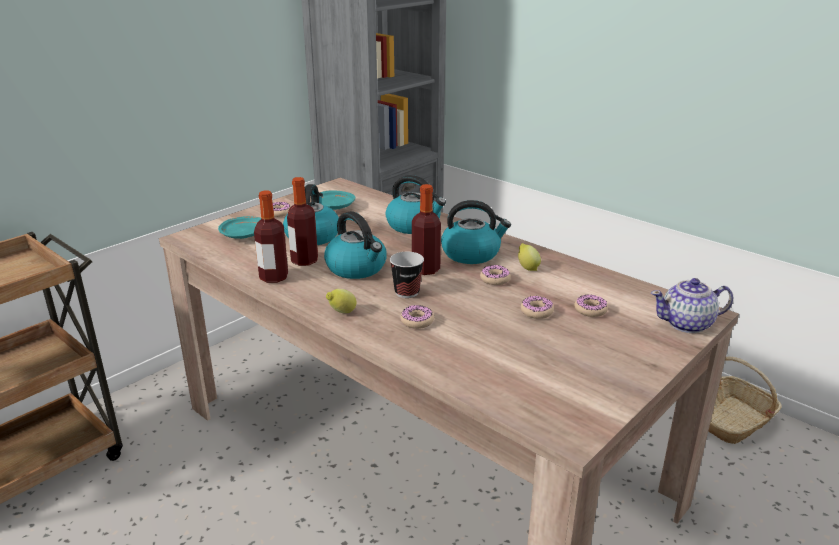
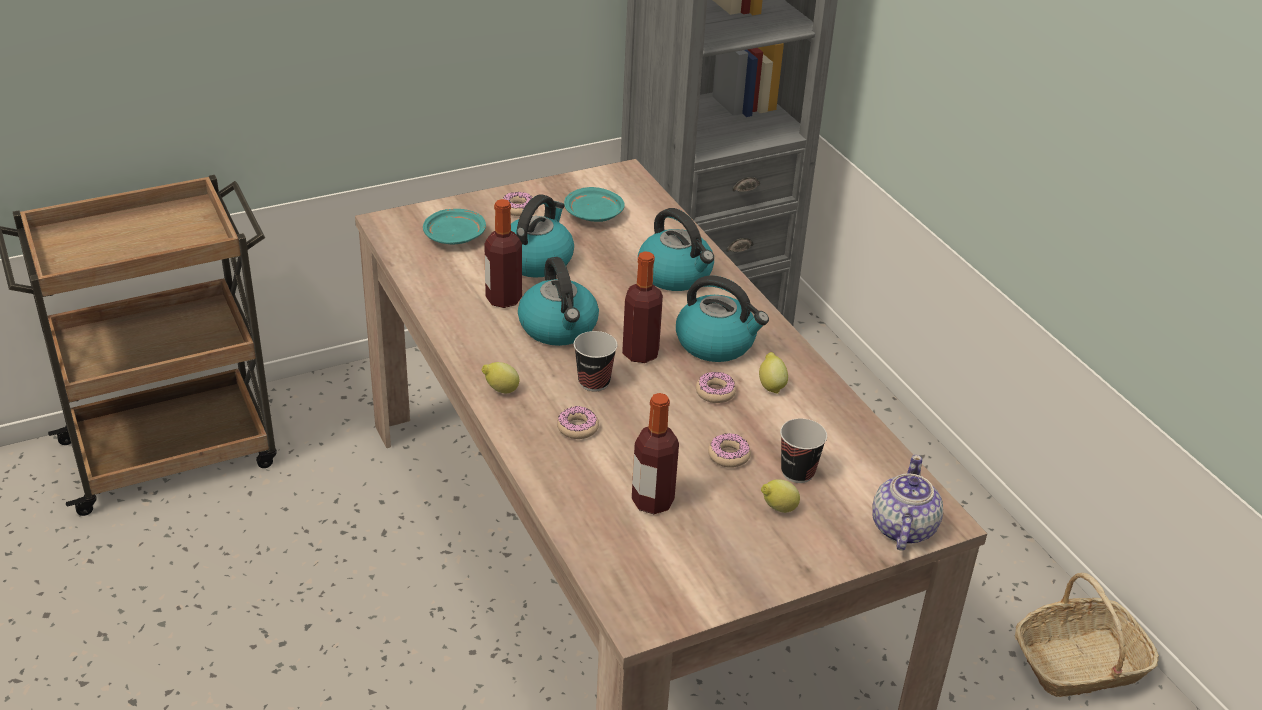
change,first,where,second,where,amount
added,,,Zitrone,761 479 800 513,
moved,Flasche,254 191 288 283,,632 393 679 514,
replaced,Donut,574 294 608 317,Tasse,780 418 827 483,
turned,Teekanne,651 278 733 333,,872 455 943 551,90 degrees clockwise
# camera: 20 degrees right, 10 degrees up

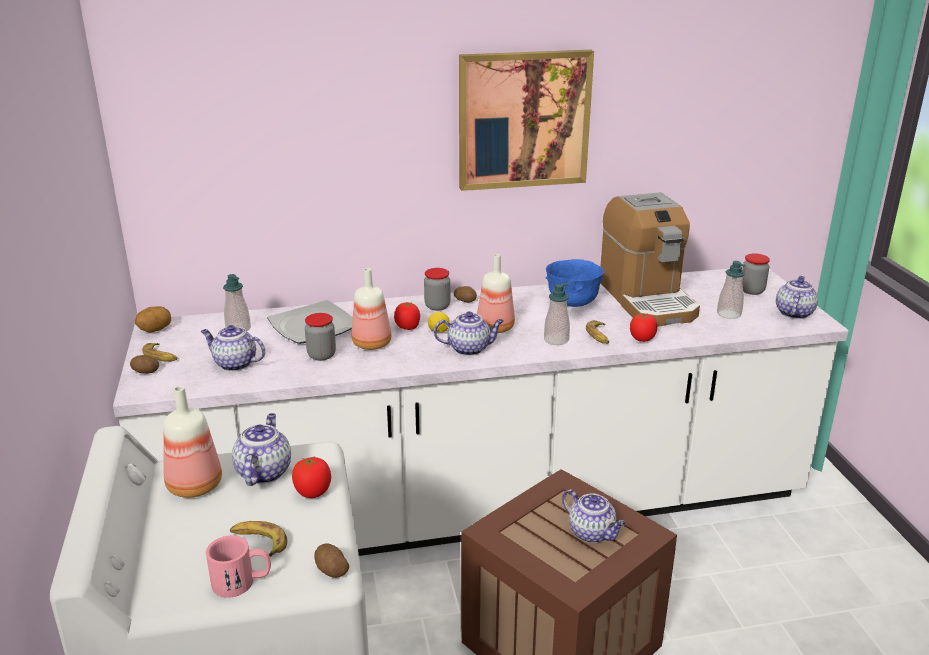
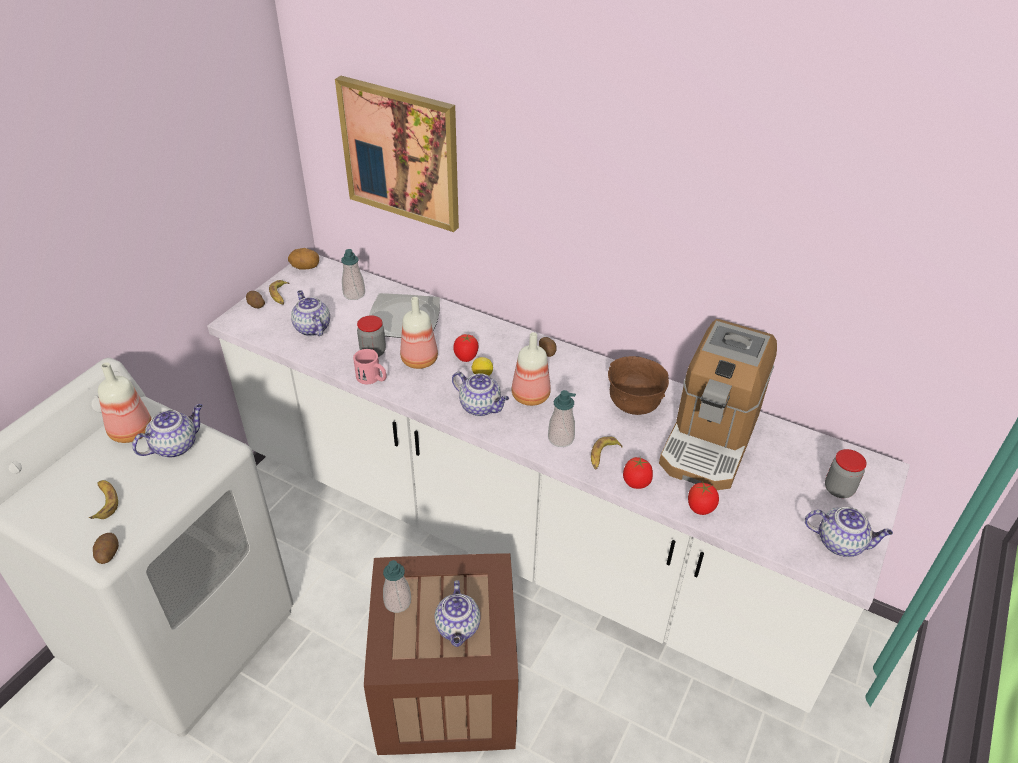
change,first,where,second,where,amount
removed,Vorratsglas,424 268 450 311,,,
moved,Henkelbecher [rosa],206 535 271 598,,353 349 387 384,
moved,Tomate,292 456 331 498,,688 481 719 515,
moved,Bild,459 50 594 191,,335 76 459 232,
moved,Seifenspender,717 261 745 319,,383 560 411 613,
recoloured,Schüssel [blau],546 259 604 307,Schüssel [braun],608 356 669 415,
turned,Teekanne,776 276 818 319,,805 507 893 557,45 degrees clockwise
# camera: 40 degrees right, 15 degrees up

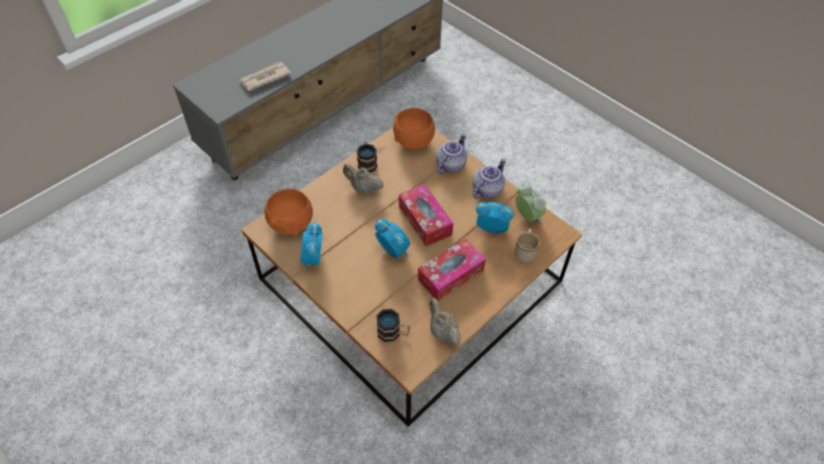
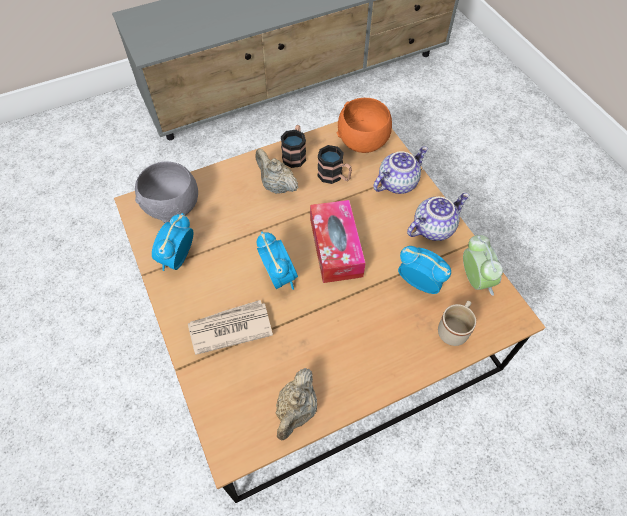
change,first,where,second,where,amount
removed,Taschentuchbox,418 239 486 301,,,
moved,Zeitung,239 62 292 91,,188 300 273 355,
moved,Henkelbecher,377 309 410 342,,317 145 352 184,
recoloured,Schüssel [orange],265 189 313 236,Schüssel [grau],135 162 198 223,
turned,Teekanne [beige],429 298 461 344,,276 368 317 440,150 degrees counterclockwise
# camera: 20 degrees right, 5 degrees up

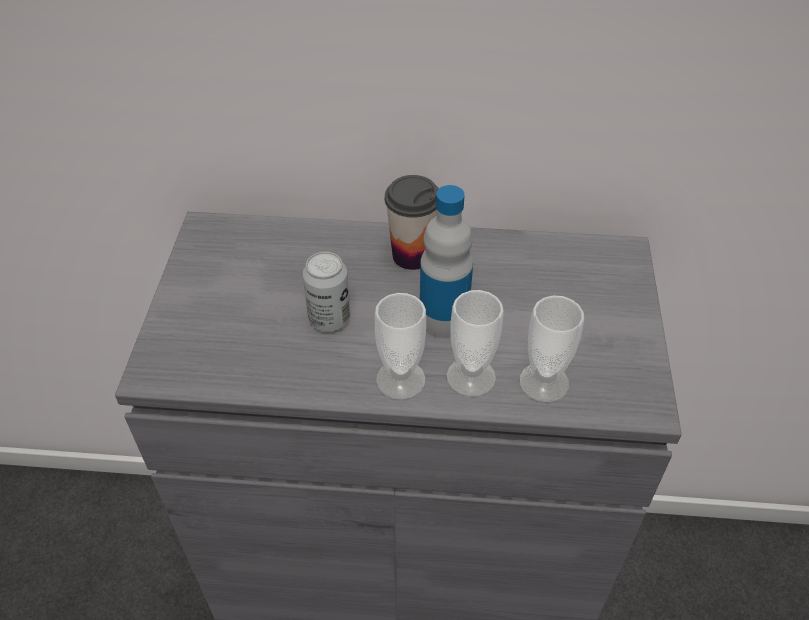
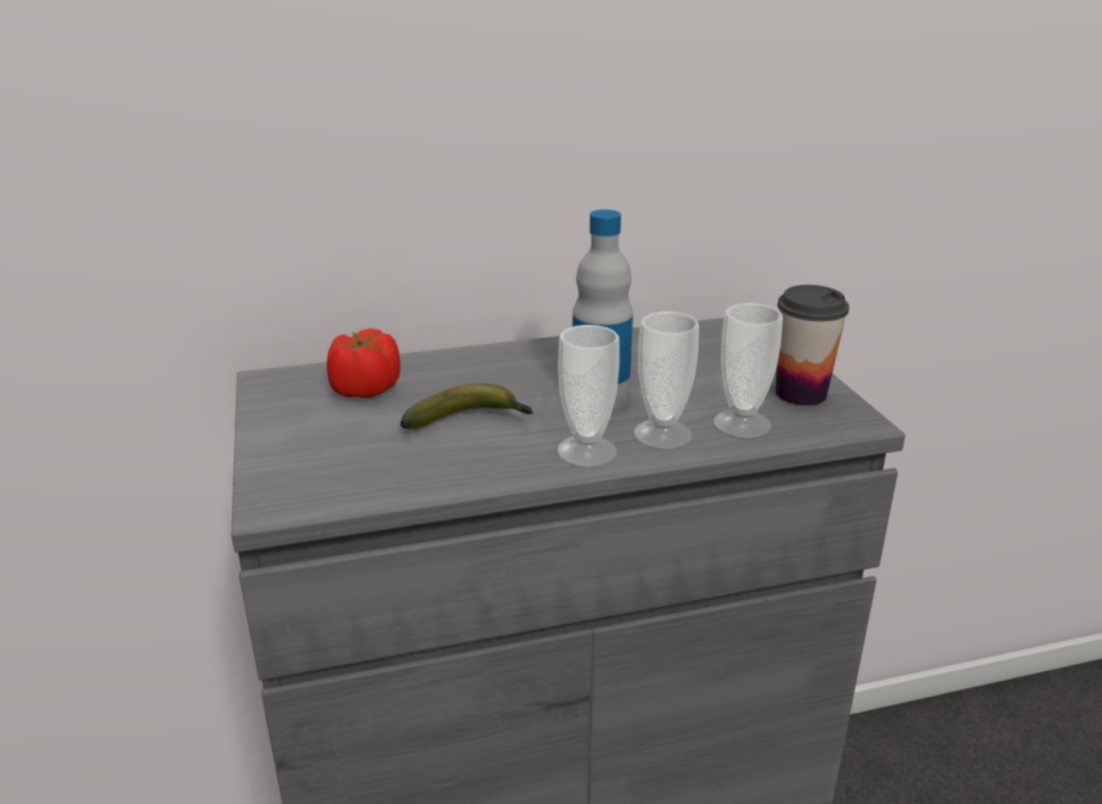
change,first,where,second,where,amount
added,,,Tomate,327 328 400 398,
moved,Tasse,385 175 439 270,,776 285 849 406,
replaced,Dose,303 252 350 332,Banane,400 383 534 429,
# camera: 20 degrees left, 20 degrees down

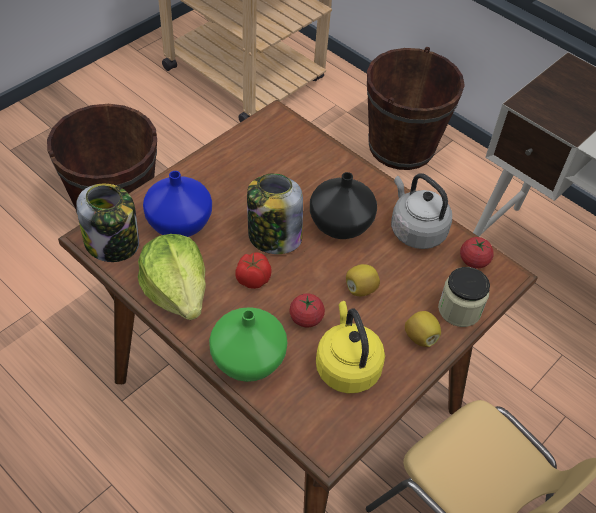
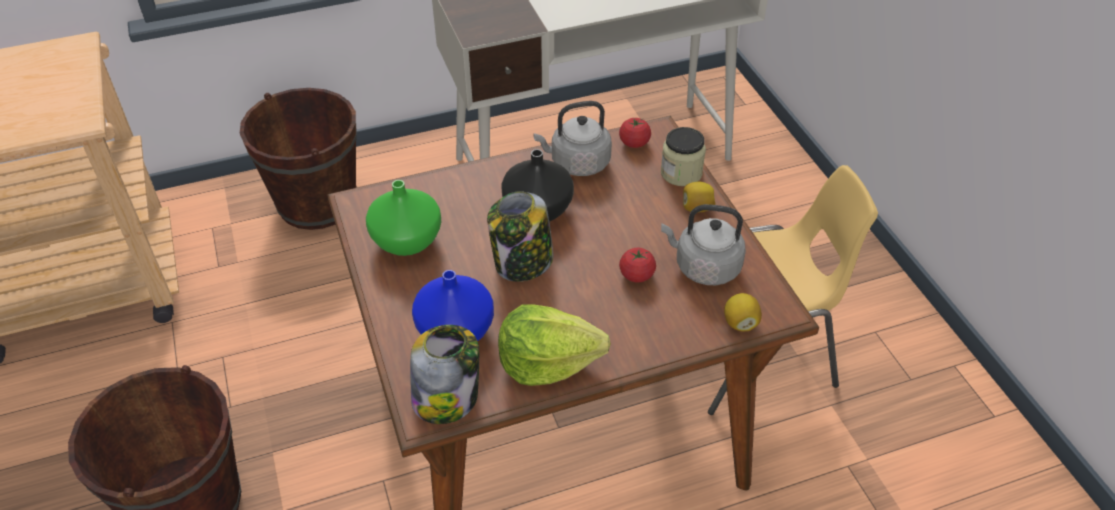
change,first,where,second,where,amount
removed,Tomate,235 252 272 289,,,
moved,Vase [grün],209 307 288 382,,366 180 441 256,
moved,Zitrone,346 264 380 296,,724 293 762 332,
recoloured,Wasserkessel [gelb],316 301 385 393,Wasserkessel [grau],661 204 746 285,
# camera: 60 degrees left, 5 degrees down

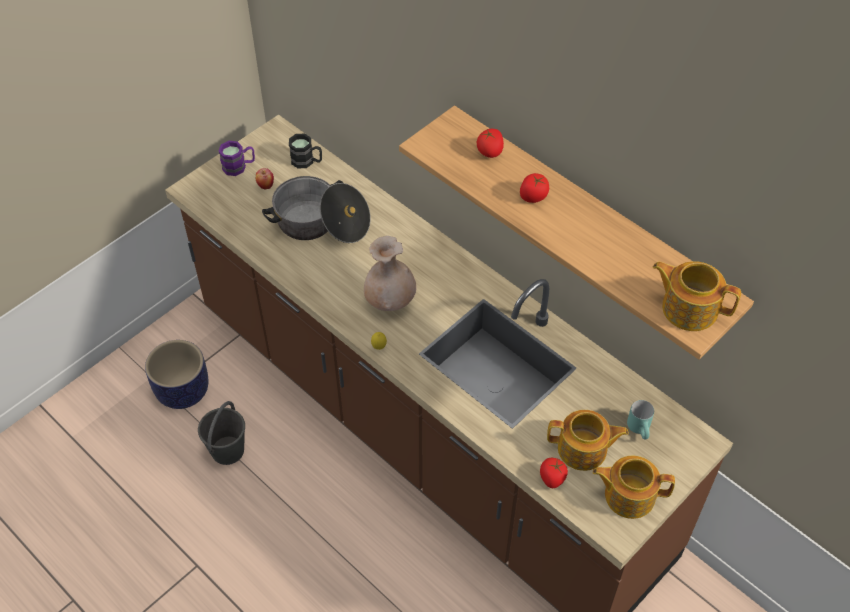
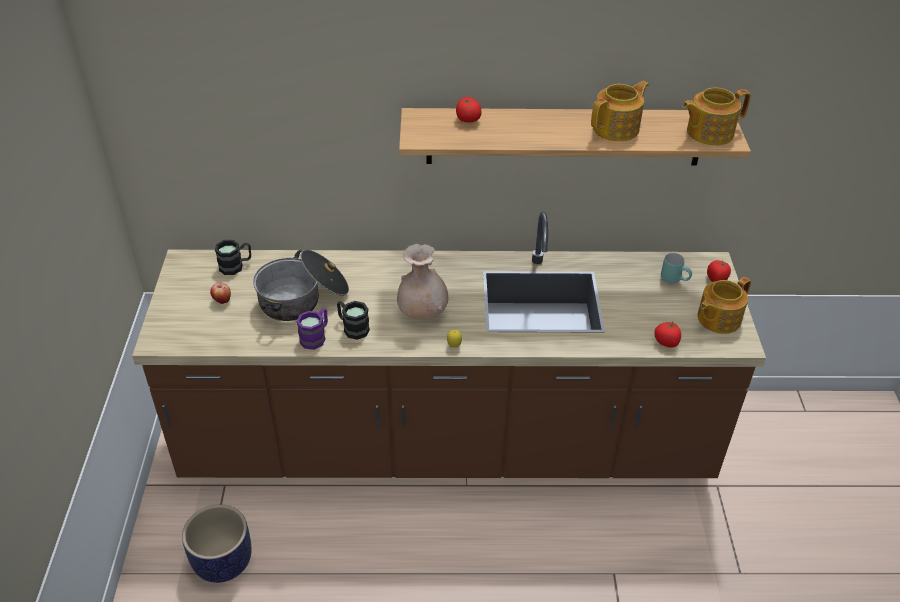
change,first,where,second,where,amount
removed,Eimer [grau],198 401 245 465,,,
added,,,Henkelbecher [schwarz],337 301 370 340,
moved,Henkelbecher [lila],218 141 255 176,,297 308 328 350,
moved,Tomate,520 173 549 203,,707 260 731 282,
moved,Teekanne,547 410 629 471,,591 81 649 141,
# camera: 45 degrees left, 10 degrees down

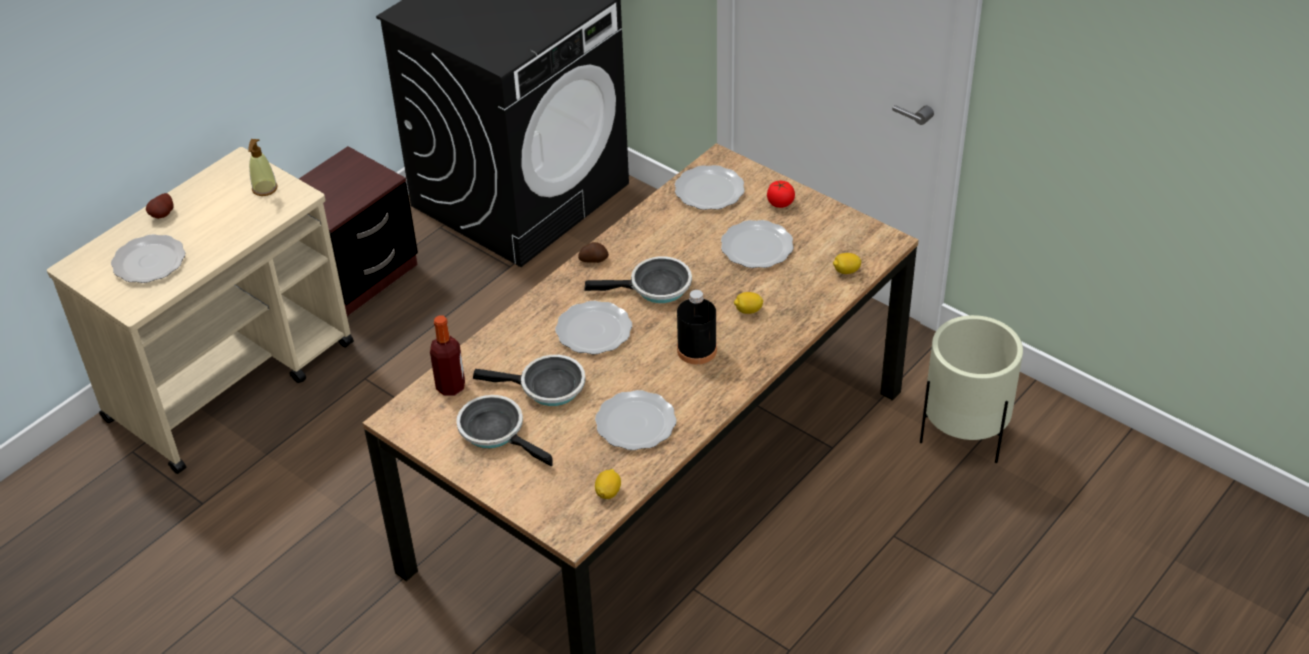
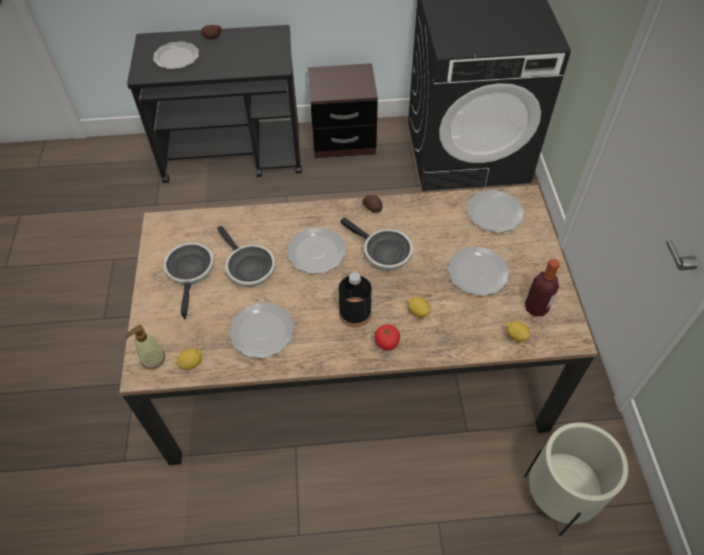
change,first,where,second,where,amount
moved,Seifenspender,248 139 278 196,,124 325 165 369,
moved,Flasche,430 315 465 396,,525 259 560 316,
moved,Tomate,767 181 795 208,,375 324 400 351,
recoloured,Rollwagen [beige],47 147 354 474,Rollwagen [schwarz],127 25 302 183,
# camera: 45 degrees right, 10 degrees up

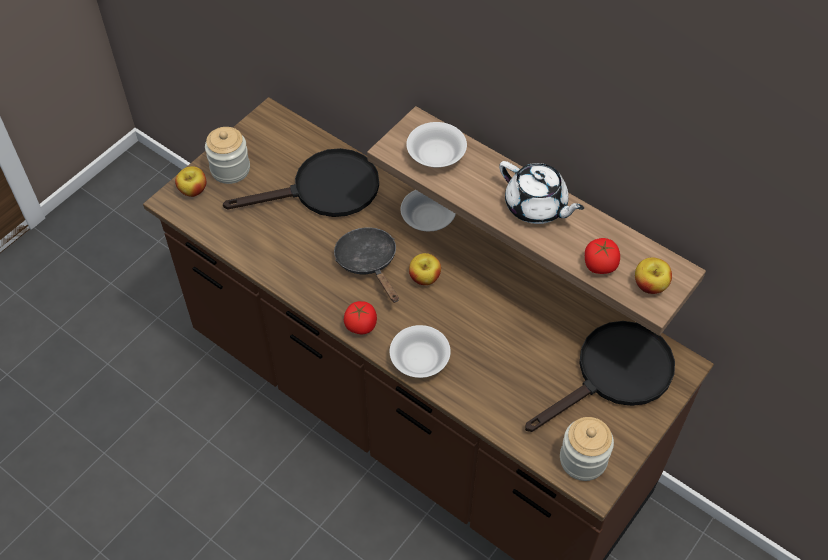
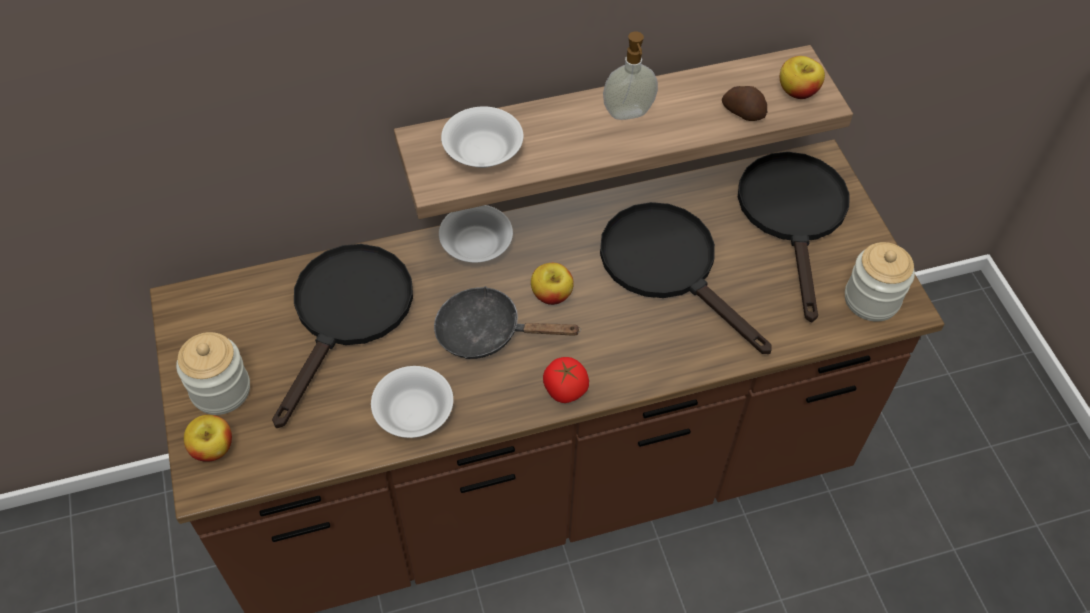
change,first,where,second,where,amount
added,,,Pfanne [schwarz],600 202 772 354,
moved,Schüssel [weiß],390 325 451 378,,371 366 453 438,
replaced,Teekanne [weiß],499 161 584 224,Seifenspender,603 32 658 120,
replaced,Tomate,585 238 620 274,Kartoffel,722 86 767 121,
# camera: 55 degrees left, 0 degrees up

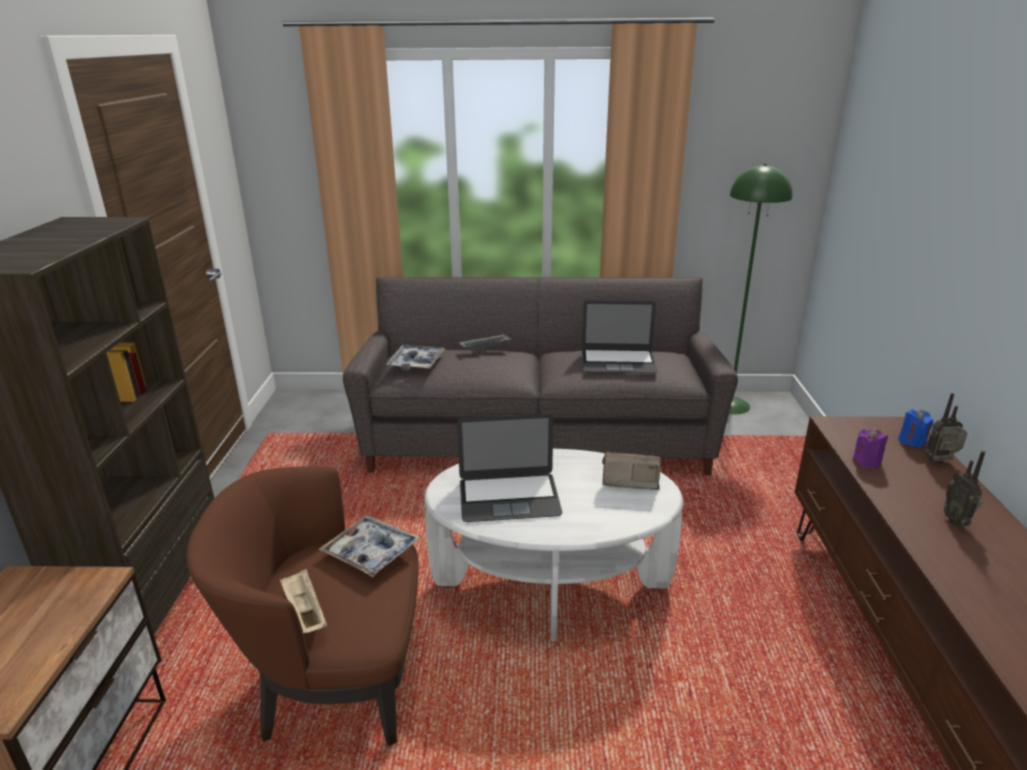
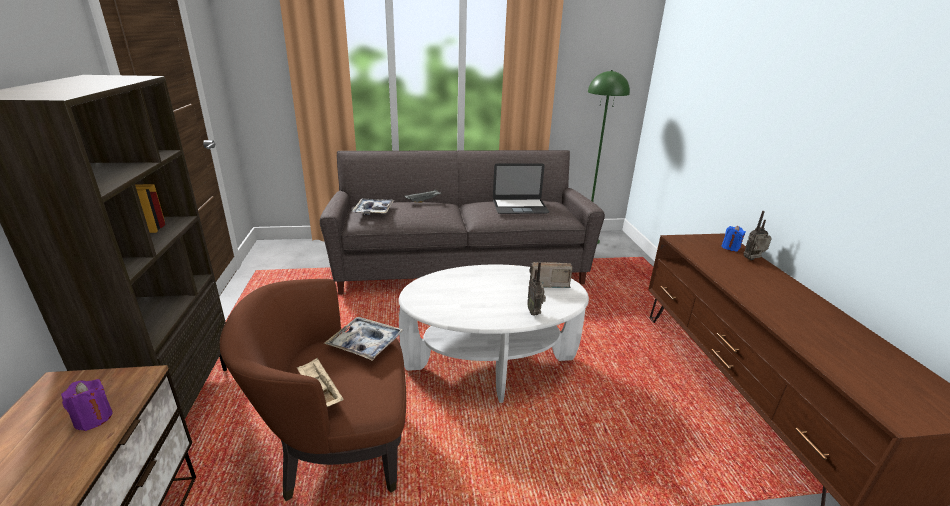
change,first,where,second,where,amount
removed,Laptop,457 414 562 522,,,
moved,Kerze [lila],852 428 888 469,,61 379 113 431,
moved,Radio,944 451 985 527,,527 262 546 316,
# camera: 10 degrees left, 0 degrees up

